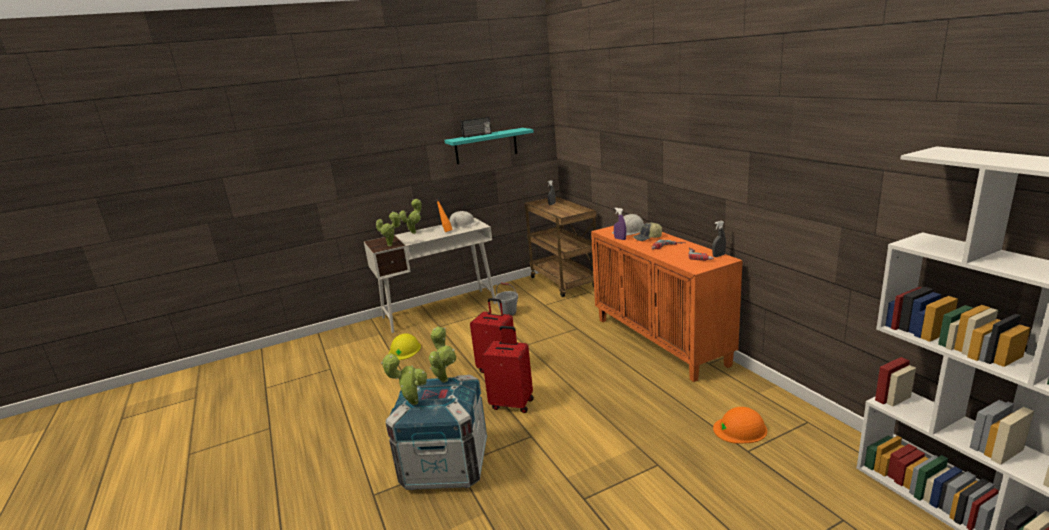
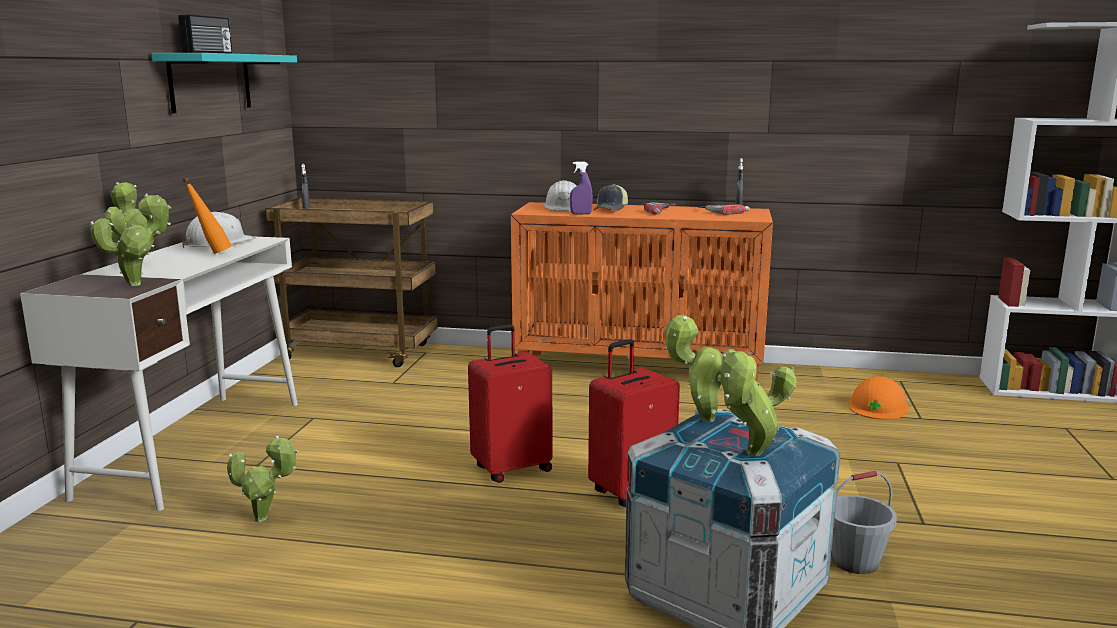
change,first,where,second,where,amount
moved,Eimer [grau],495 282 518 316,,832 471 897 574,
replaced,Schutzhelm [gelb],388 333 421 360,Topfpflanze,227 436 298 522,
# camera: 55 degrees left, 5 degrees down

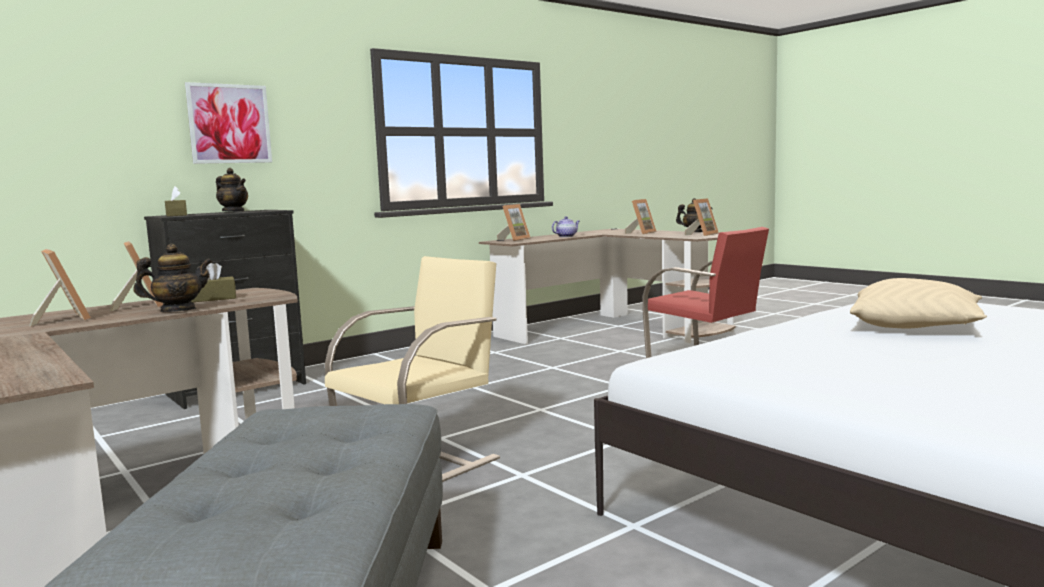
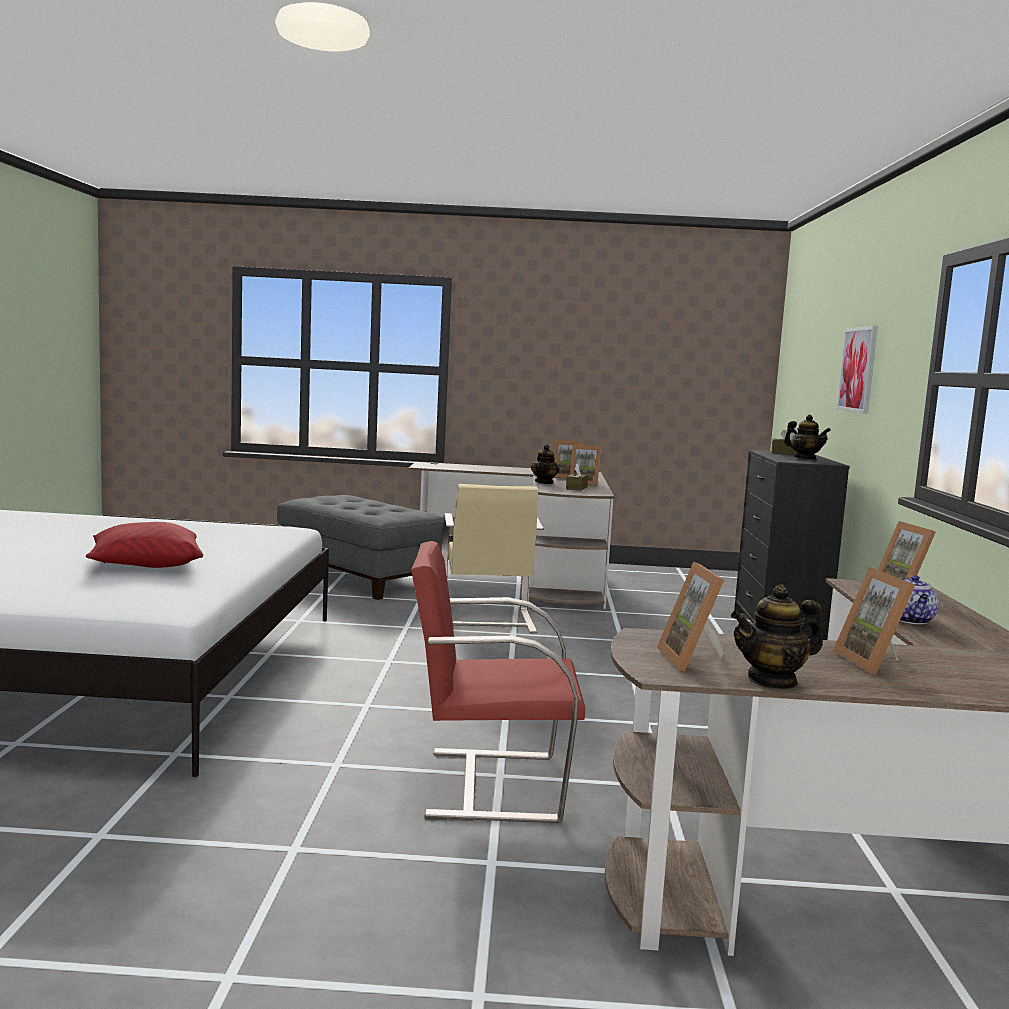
change,first,where,second,where,amount
recoloured,Kissen [beige],850 278 987 329,Kissen [rot],86 522 203 568,
turned,Teekanne,216 168 248 212,,784 415 831 460,120 degrees counterclockwise
# camera: 130 degrees right, 0 degrees up

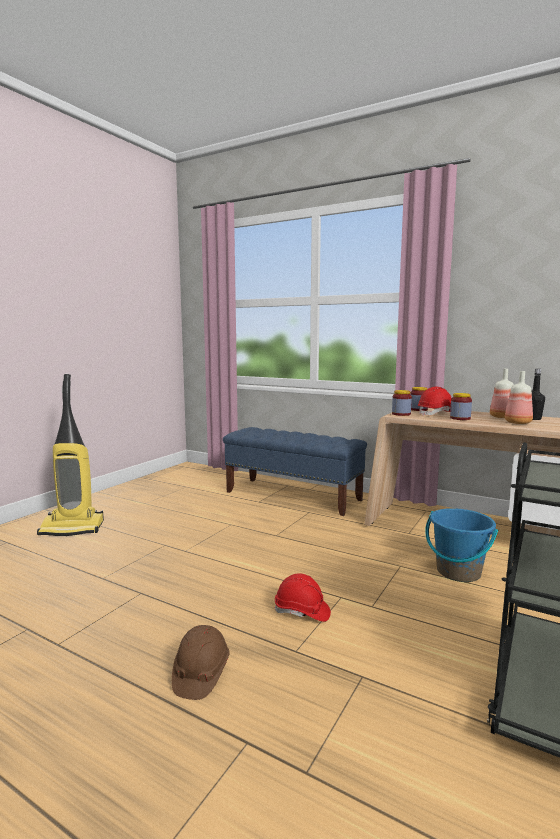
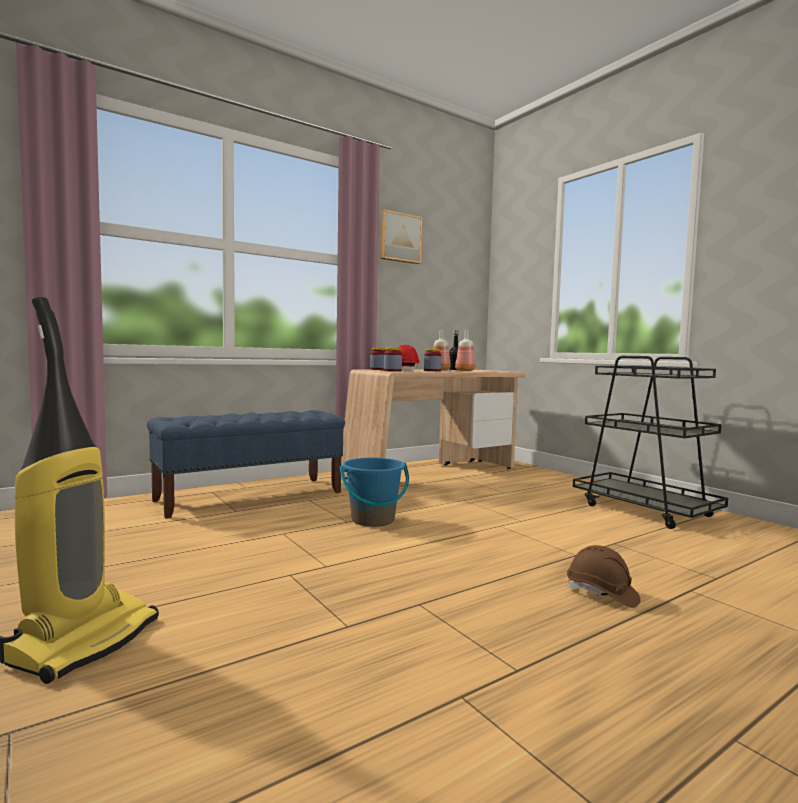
change,first,where,second,where,amount
removed,Schutzhelm [rot],274 574 331 622,,,
added,,,Bild,380 209 422 264,
moved,Eimer [blau],425 508 498 582,,340 458 409 527,
# camera: 65 degrees left, 5 degrees down

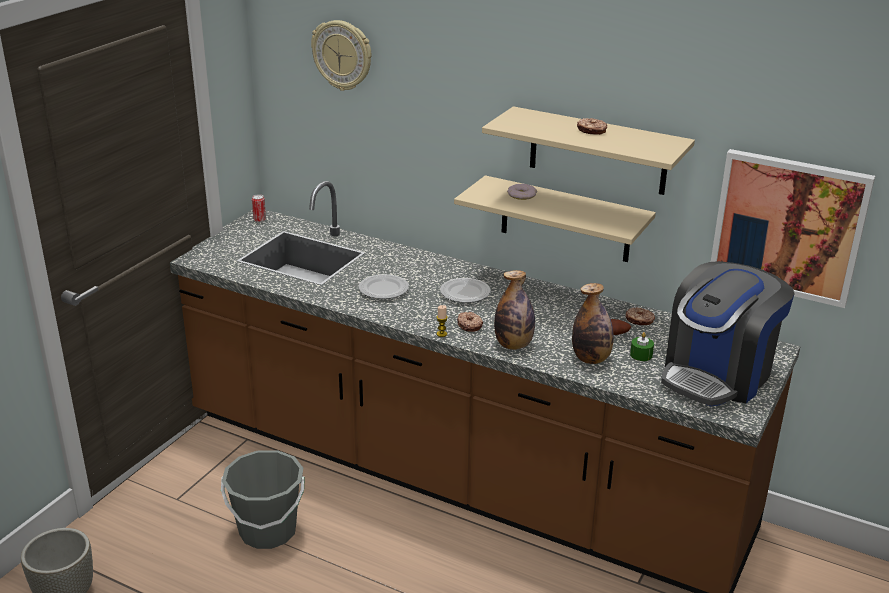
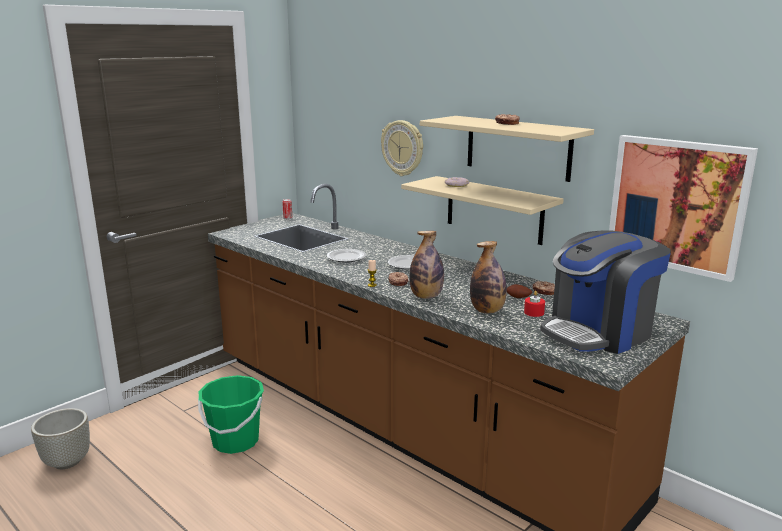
change,first,where,second,where,amount
moved,Wanduhr,311 20 372 91,,381 120 423 176,
recoloured,Eimer [grau],221 450 305 549,Eimer [grün],198 375 264 454,
recoloured,Kerze [grün],630 332 654 361,Kerze [rot],524 291 545 317,
# camera: 15 degrees right, 10 degrees down

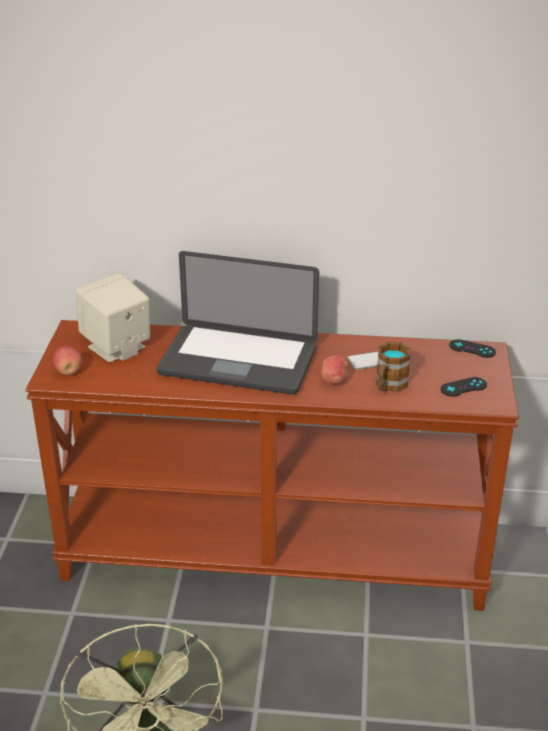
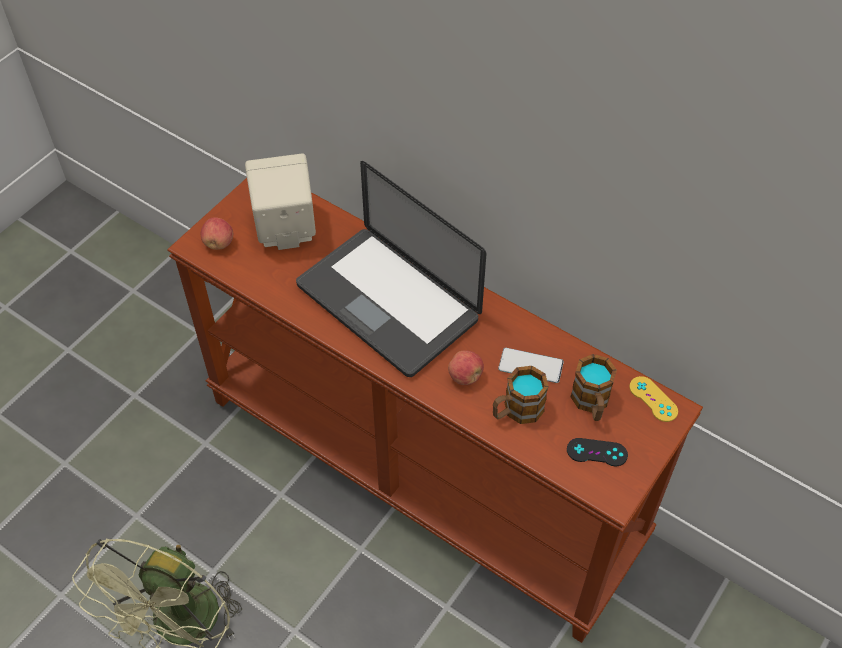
change,first,where,second,where,amount
added,,,Henkelbecher,570 354 617 421,
recoloured,Gamepad [schwarz],449 339 496 358,Gamepad [gelb],629 376 678 422,
# camera: 30 degrees right, 20 degrees up

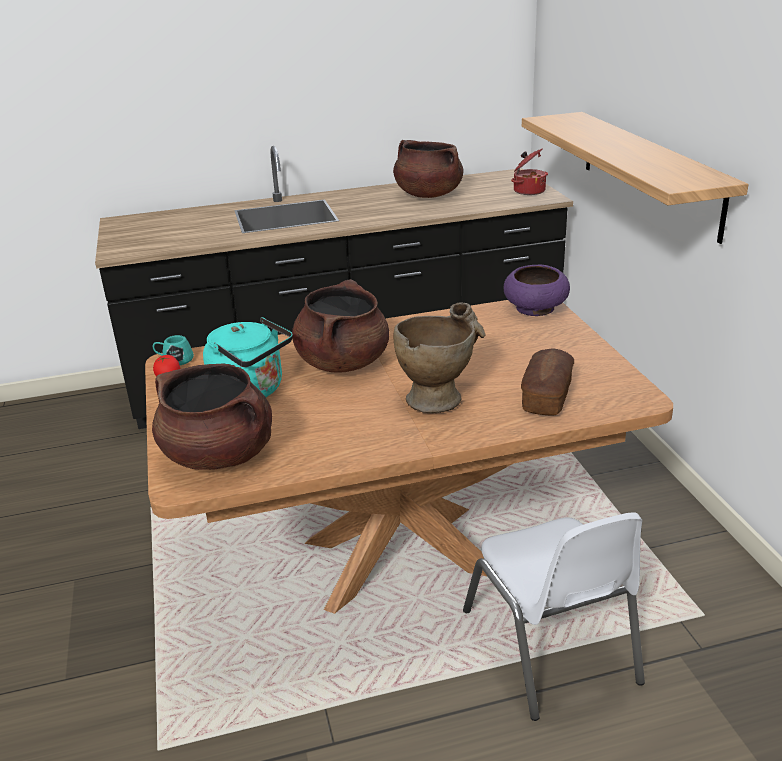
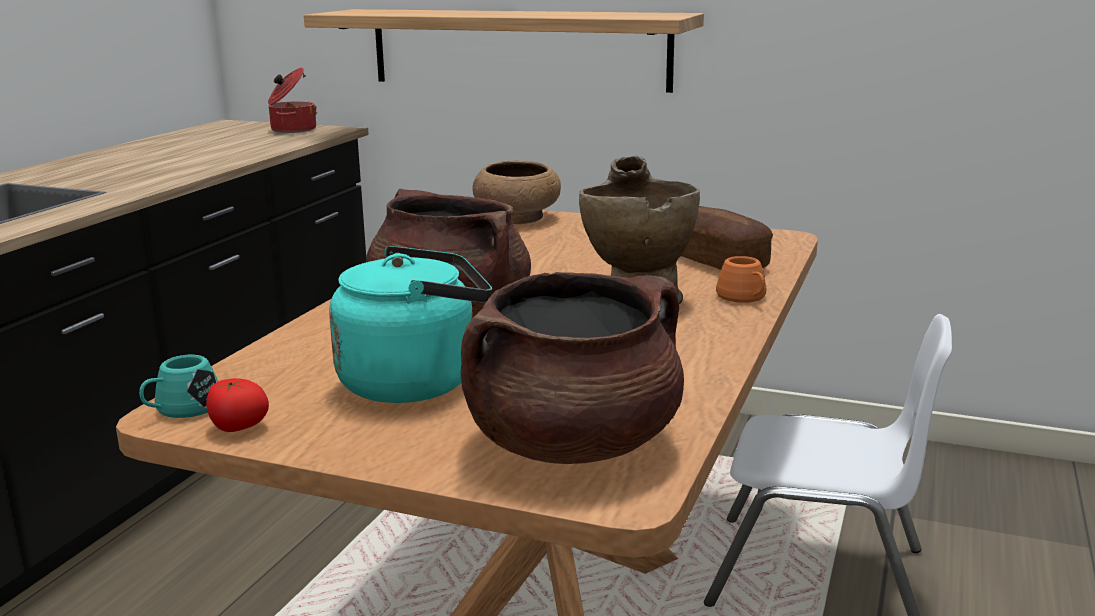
change,first,where,second,where,amount
removed,Kochtopf [braun],393 140 464 198,,,
added,,,Henkelbecher [orange],716 256 766 303,
recoloured,Schüssel [lila],503 264 570 316,Schüssel [braun],472 161 561 224,
# camera: 55 degrees left, 10 degrees down

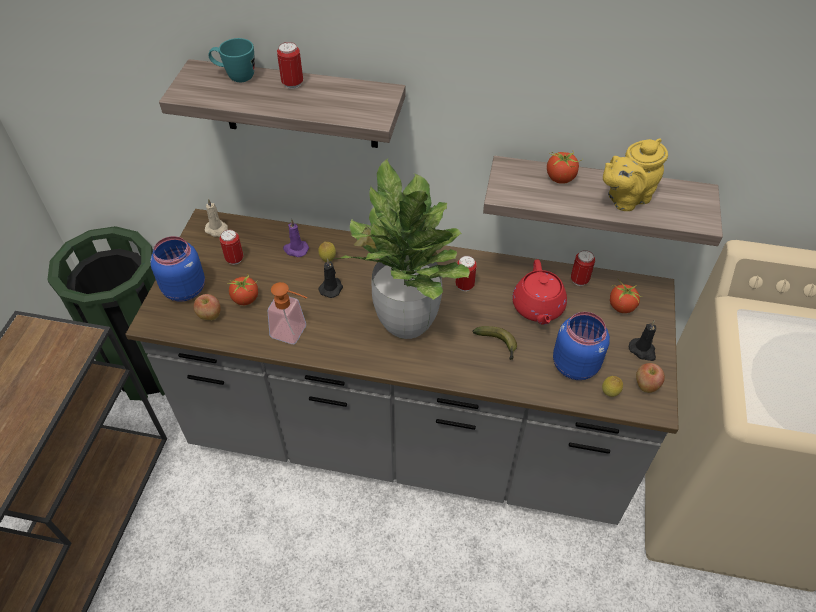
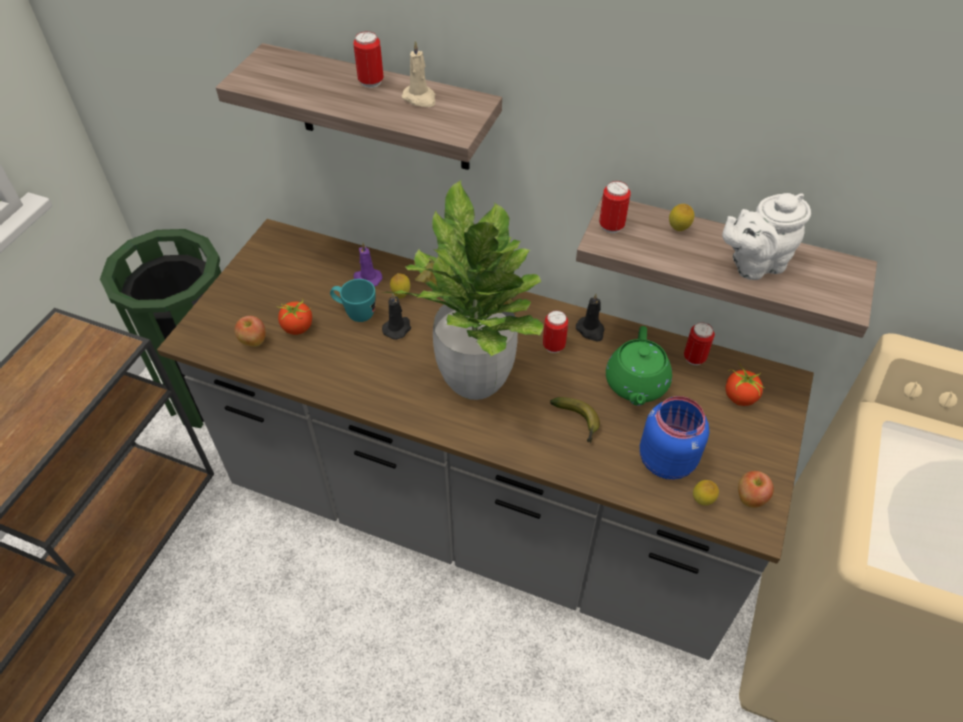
change,first,where,second,where,amount
removed,Vorratsglas [blau],150 236 205 302,,,
removed,Seifenspender,268 282 307 344,,,
moved,Kerze [beige],205 199 228 237,,402 40 435 107,
moved,Henkelbecher [türkis],208 38 255 82,,330 279 376 322,
moved,Dose,219 230 243 265,,599 181 631 233,
moved,Kerze [schwarz],629 321 656 361,,576 293 605 342,
replaced,Tomate,547 150 583 184,Zitrone,669 204 694 231,
recoloured,Teekanne [rot],512 260 567 325,Teekanne [grün],606 326 672 406,
recoloured,Teekanne [gelb],603 138 668 211,Teekanne [weiß],722 193 811 280,
# camera: 10 degrees right, 0 degrees up

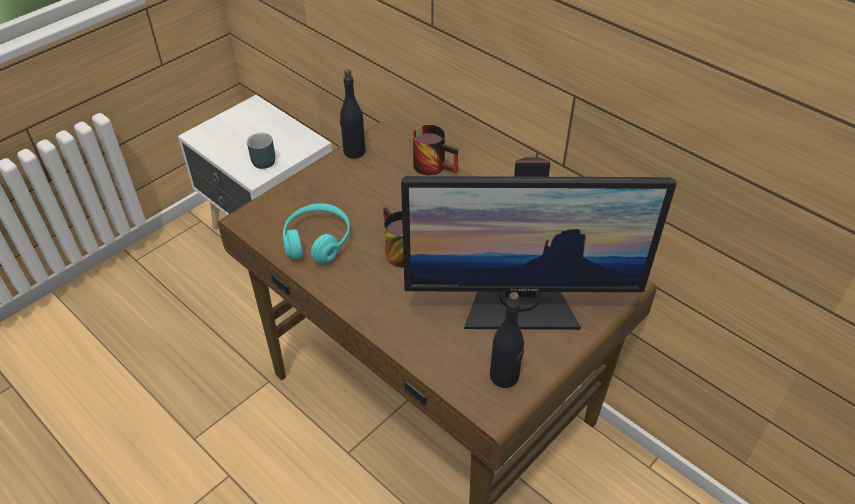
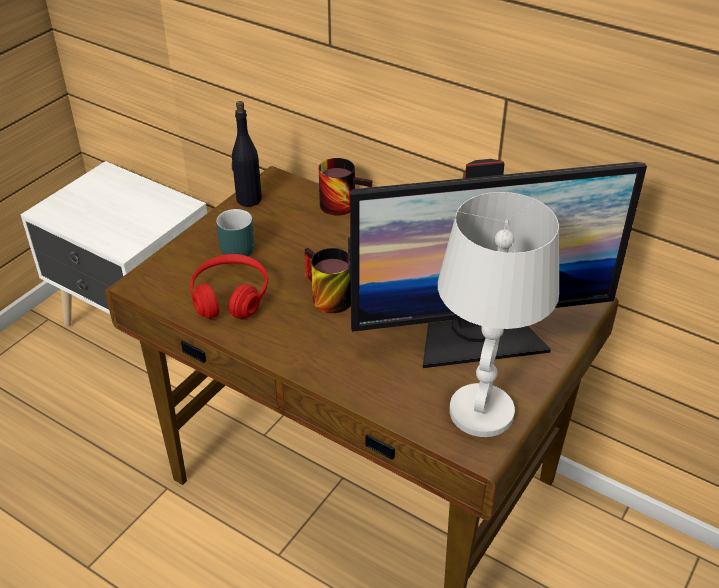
change,first,where,second,where,amount
moved,Henkelbecher [türkis],247 133 275 169,,216 209 255 256,
replaced,Flasche [schwarz],490 292 524 388,Tischlampe [weiß],438 192 559 437,
recoloured,Kopfhörer [türkis],283 203 350 264,Kopfhörer [rot],190 254 268 319,
# camera: 10 degrees left, 5 degrees down

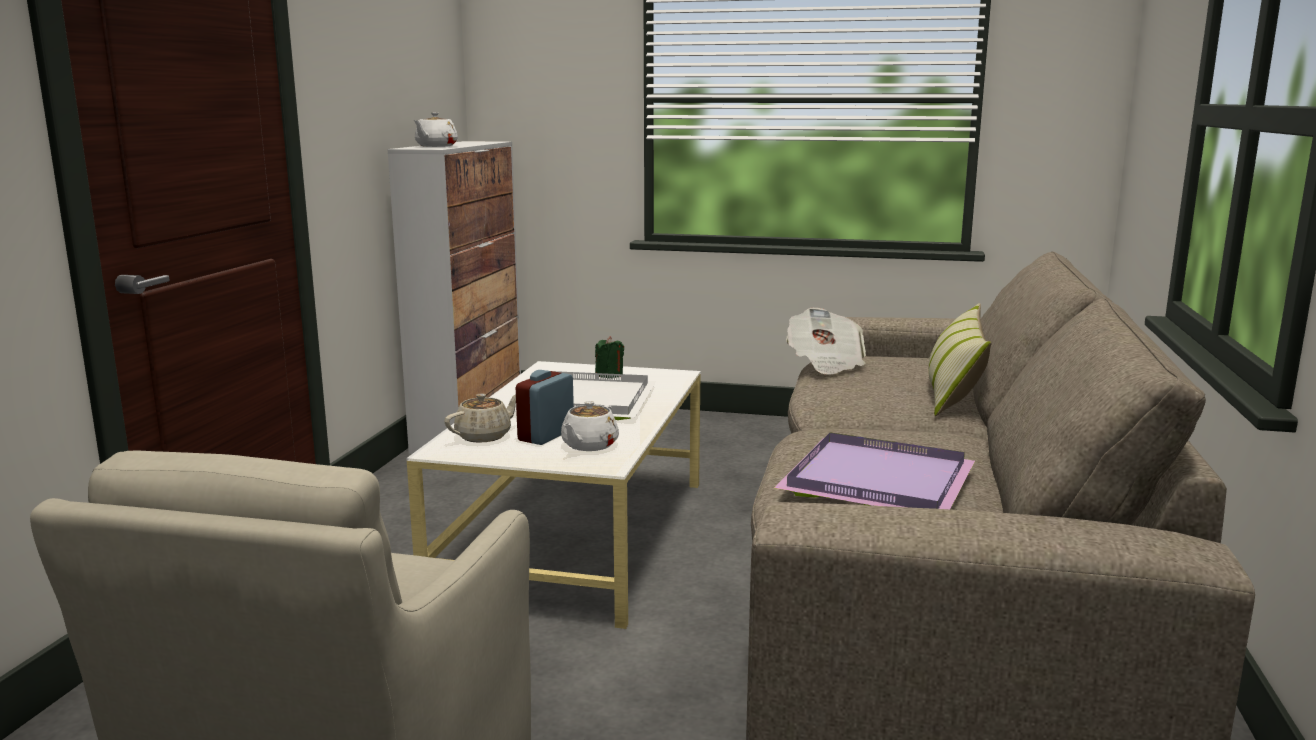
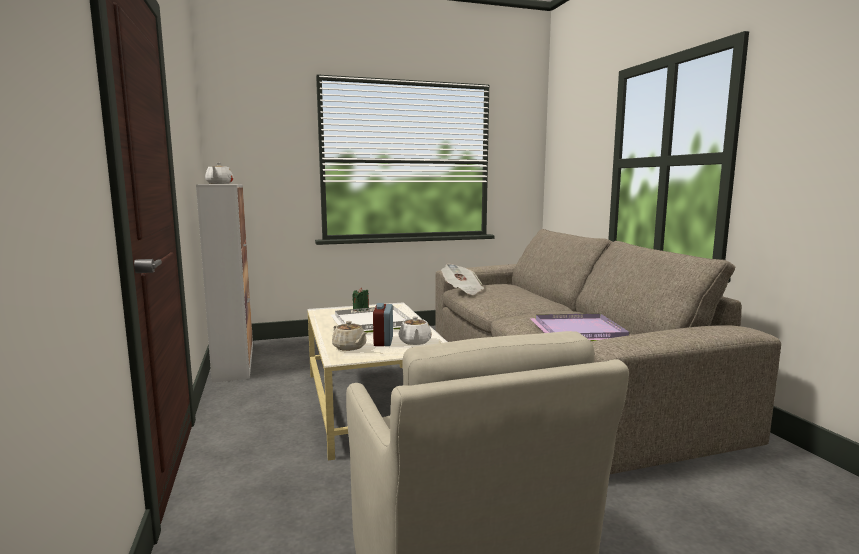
change,first,where,second,where,amount
removed,Kissen,928 303 991 416,,,
turned,Teekanne [beige],444 393 516 443,,332 321 367 351,120 degrees clockwise
# camera: 30 degrees left, 5 degrees down

